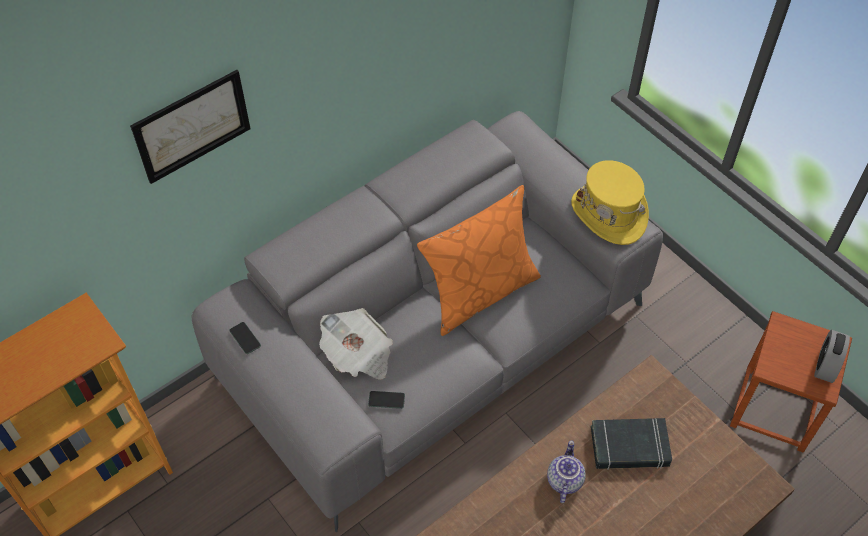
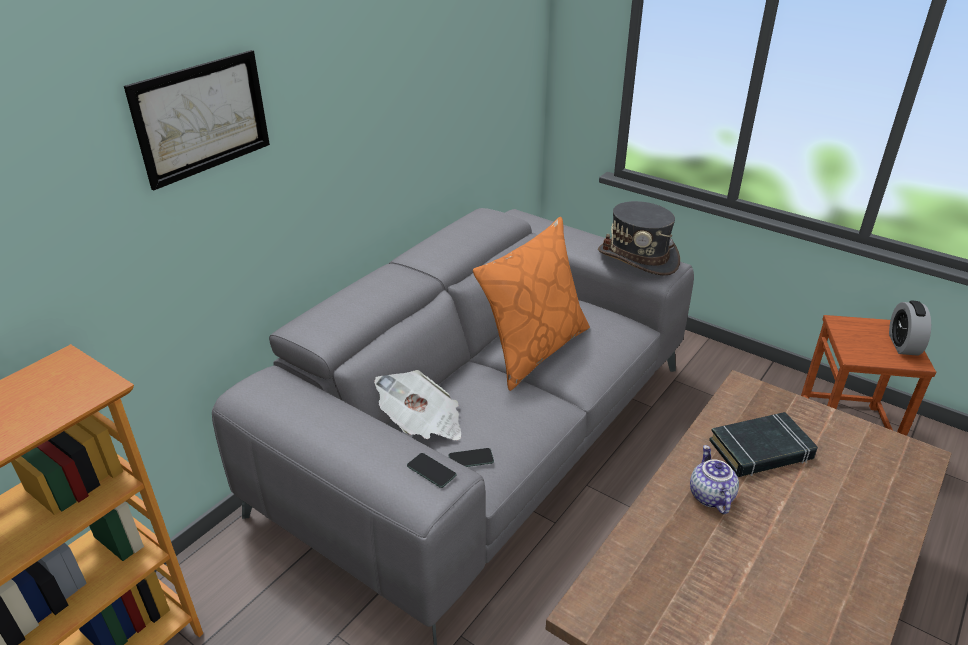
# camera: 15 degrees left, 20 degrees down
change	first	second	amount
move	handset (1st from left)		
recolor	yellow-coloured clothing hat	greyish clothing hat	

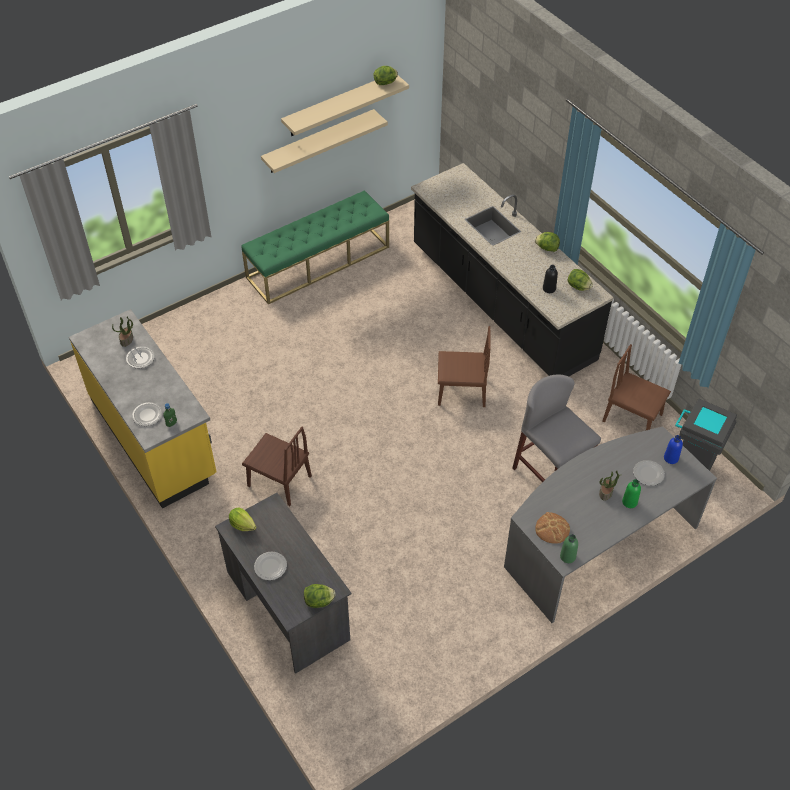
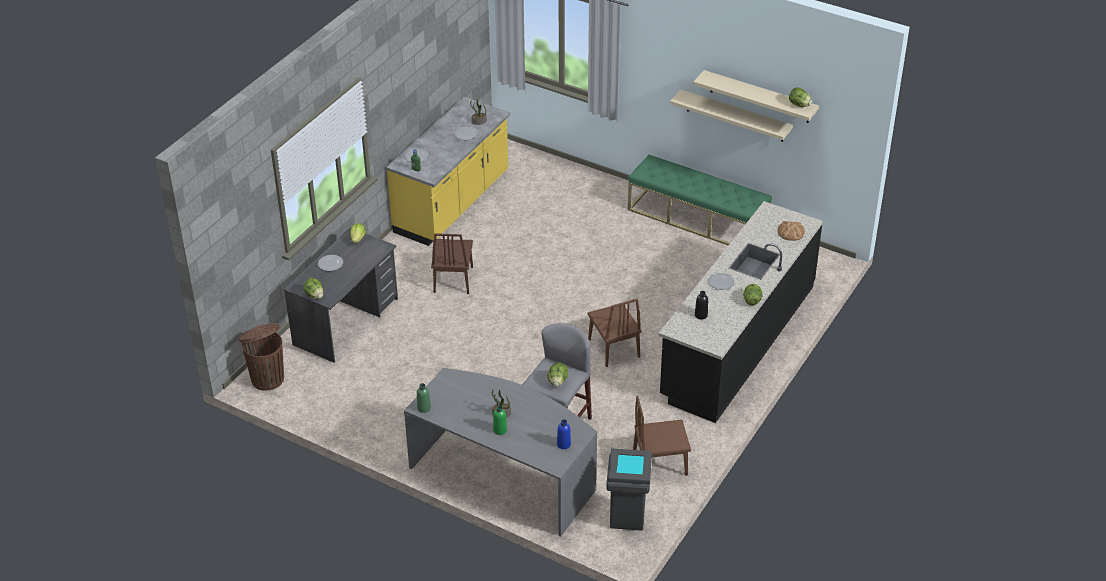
# camera: 65 degrees right, 10 degrees down
change	first	second	amount
insert		brownish waste bin	
move	lettuce head (5th from left in the first image)	lettuce head (3rd from left)	
rotate	brownish plain chair (3rd from left)		105 degrees counterclockwise
move	flat dish (4th from left)		
move	bread		

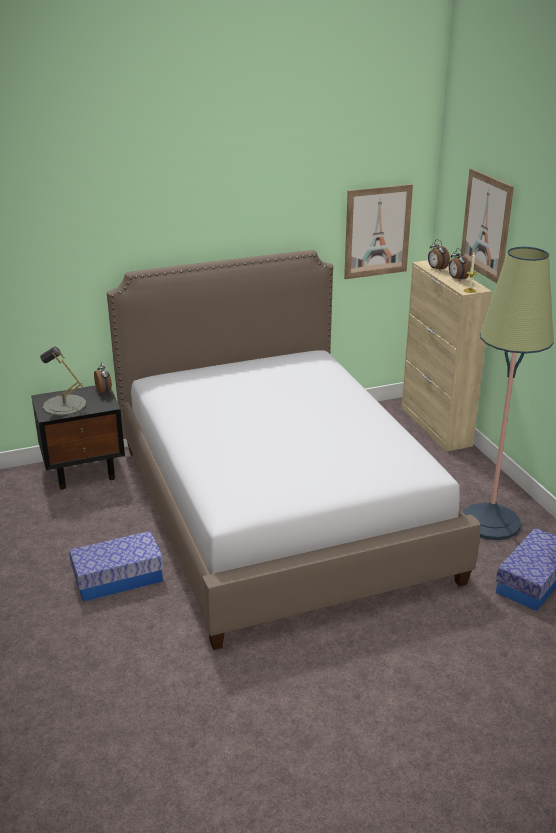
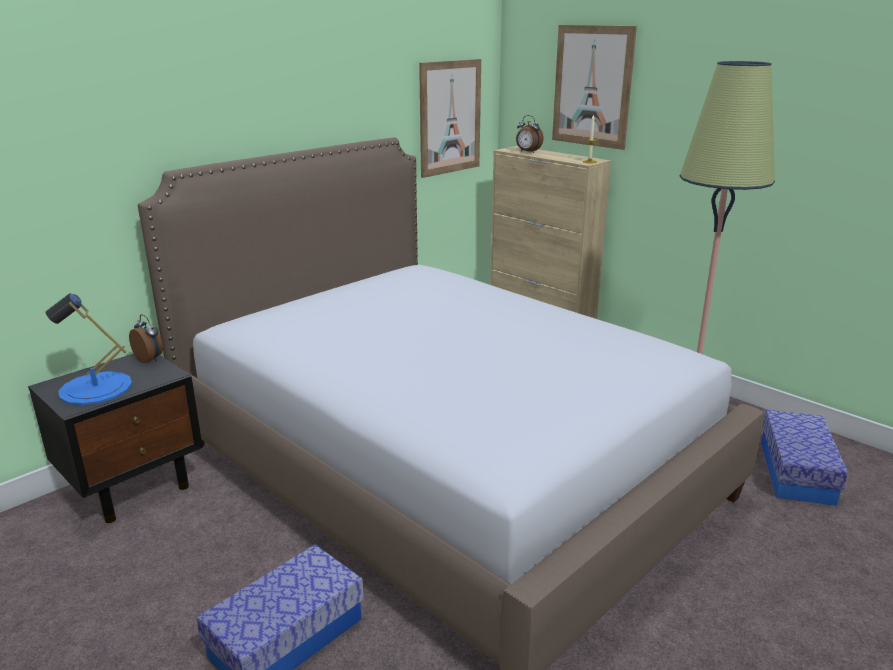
# camera: 25 degrees left, 5 degrees down
change	first	second	amount
recolor	greyish table lamp	blue table lamp	
delete	bedside clock (3rd from left)		

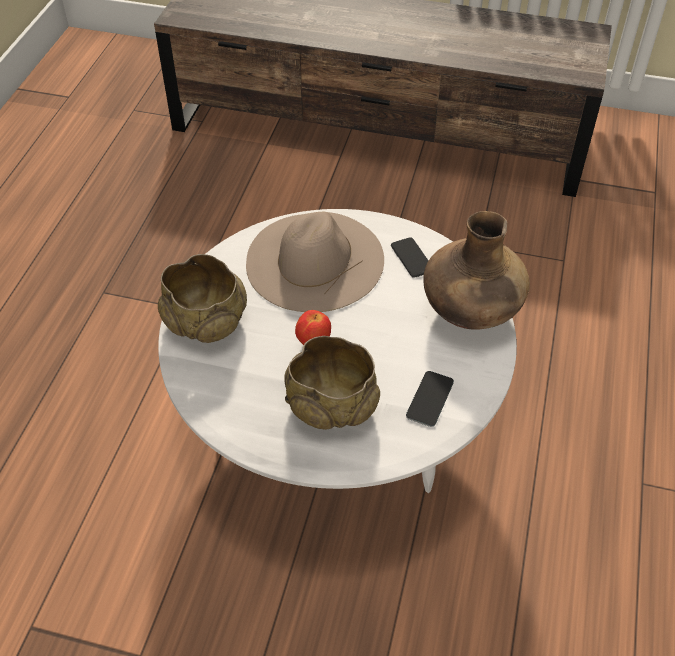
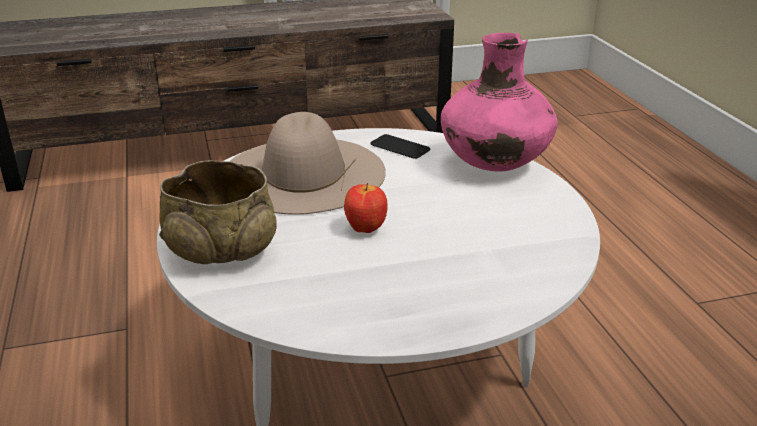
# camera: 30 degrees left, 20 degrees down
change	first	second	amount
recolor	brownish decorative vase	pink-coloured decorative vase	
delete	sand-coloured bowl (2nd from left)		
delete	handset (2nd from left)		

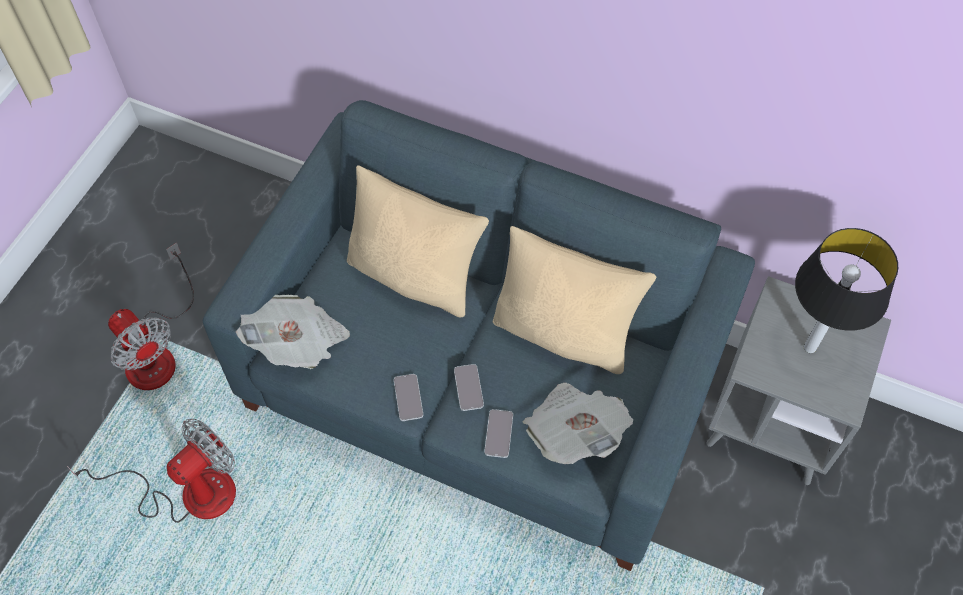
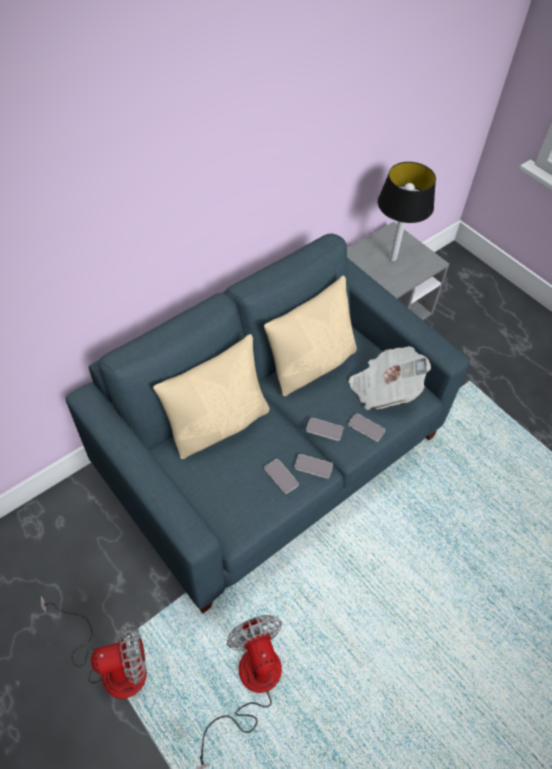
# camera: 65 degrees left, 5 degrees down
change	first	second	amount
insert		handset (1st from left)	
delete	newspaper (1st from left)		

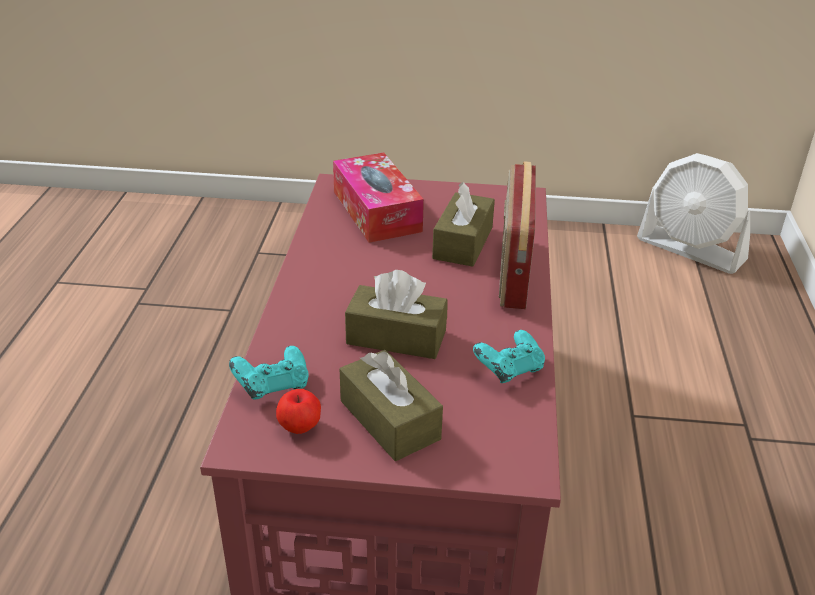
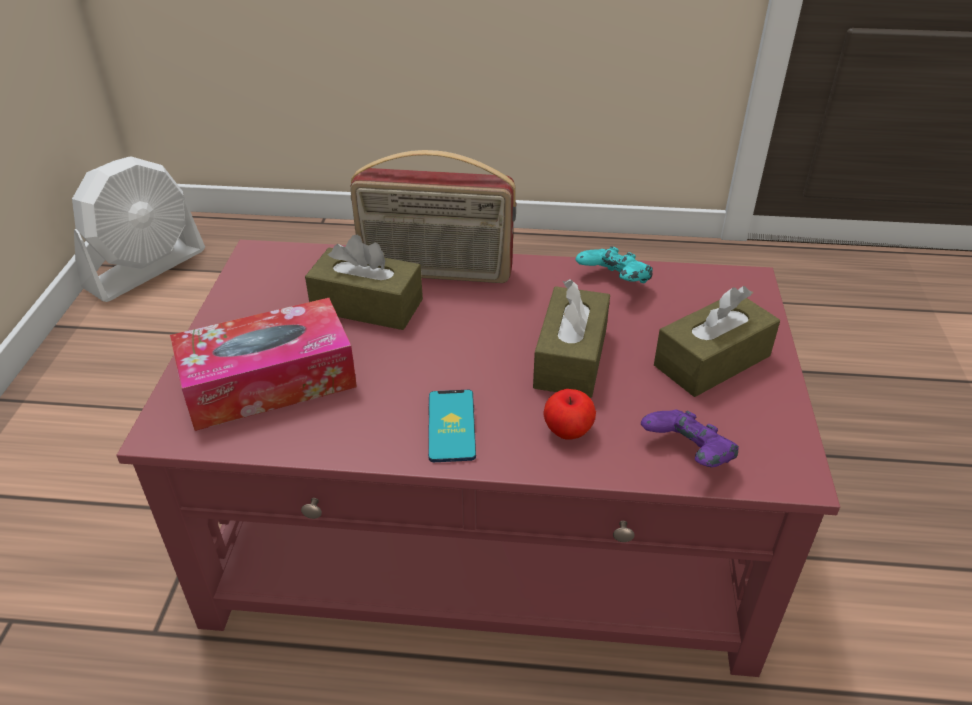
# camera: 90 degrees left, 5 degrees up
change	first	second	amount
insert		handset	
move	apple fruit		
recolor	blue-green game controller (1st from left)	purple-coloured game controller	

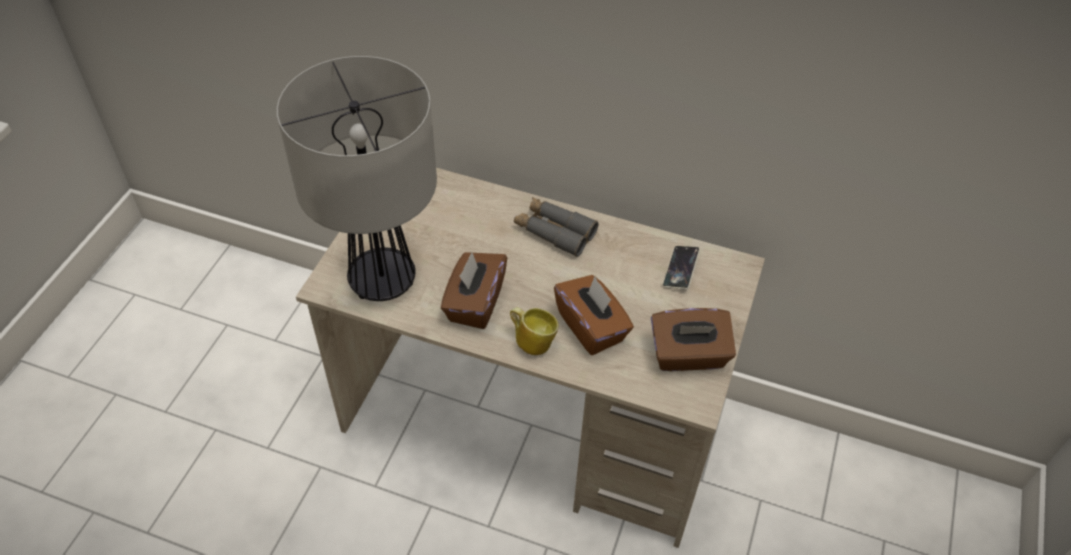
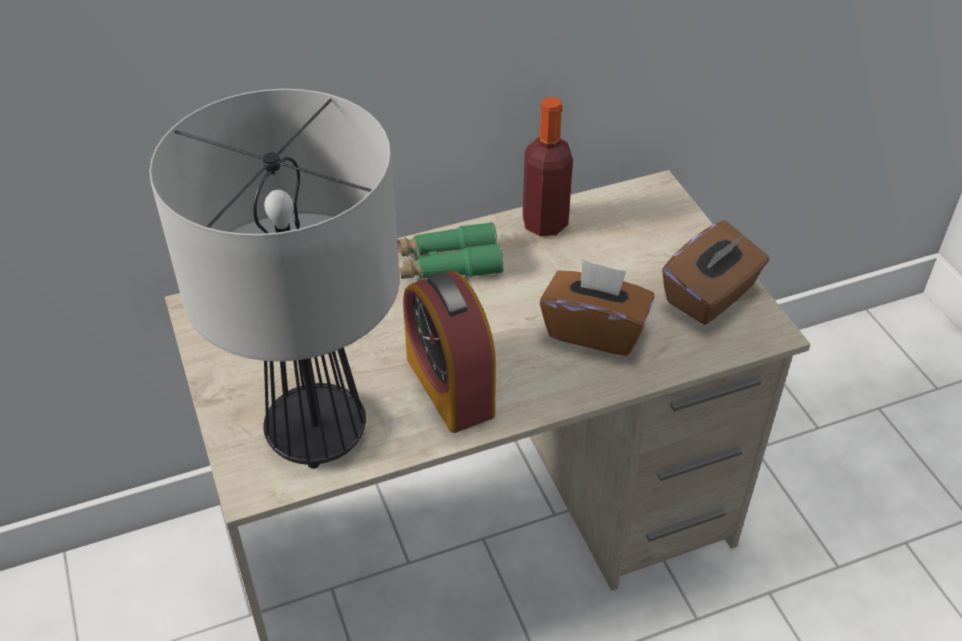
# camera: 40 degrees left, 5 degrees down
change	first	second	amount
recolor	greyish binoculars	green binoculars	
replace	brownish box of tissues (1st from left)	bedside clock	
insert		beverage bottle	
delete	tea mug		
delete	handset		

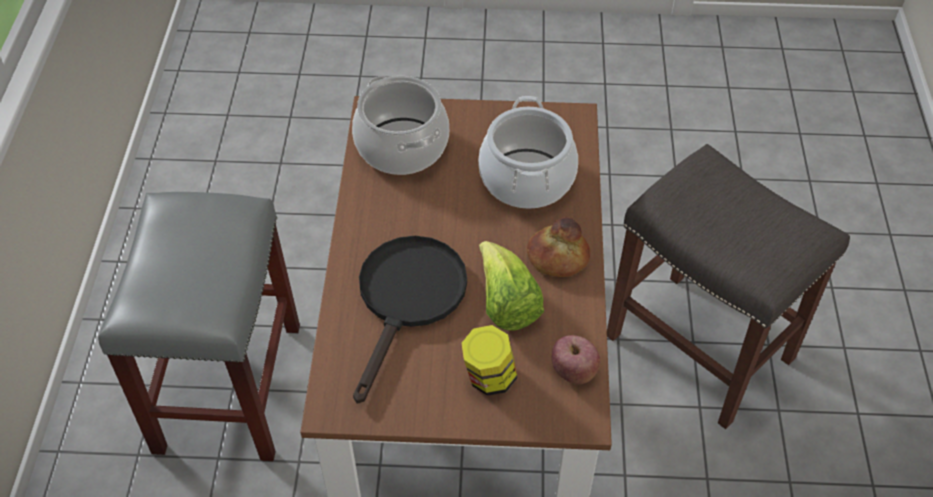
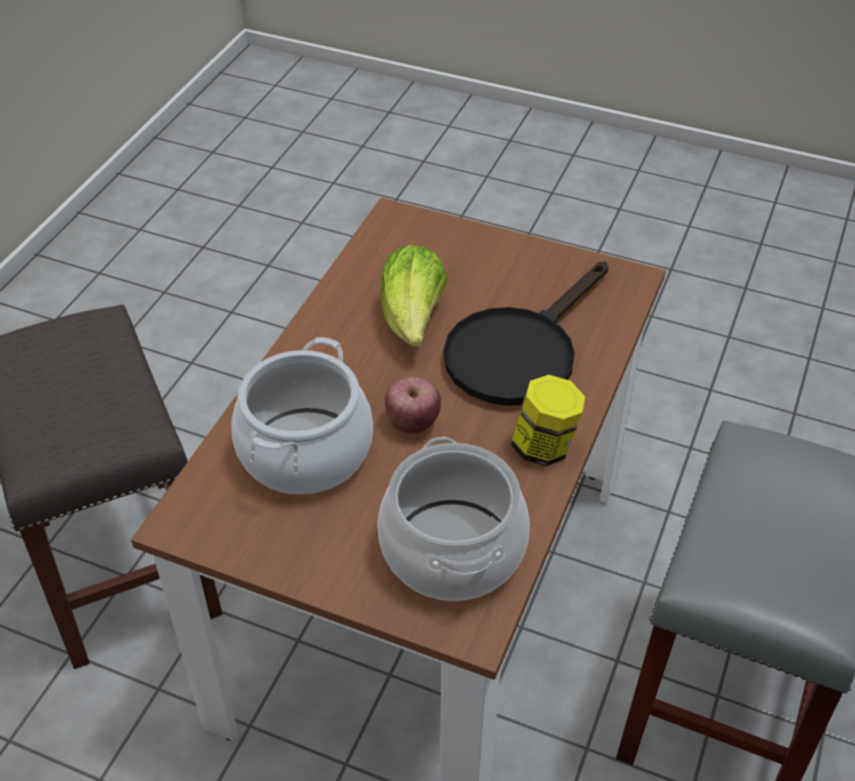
# camera: 160 degrees left, 5 degrees down
change	first	second	amount
move	apple fruit		
move	storage jar		
delete	bread		

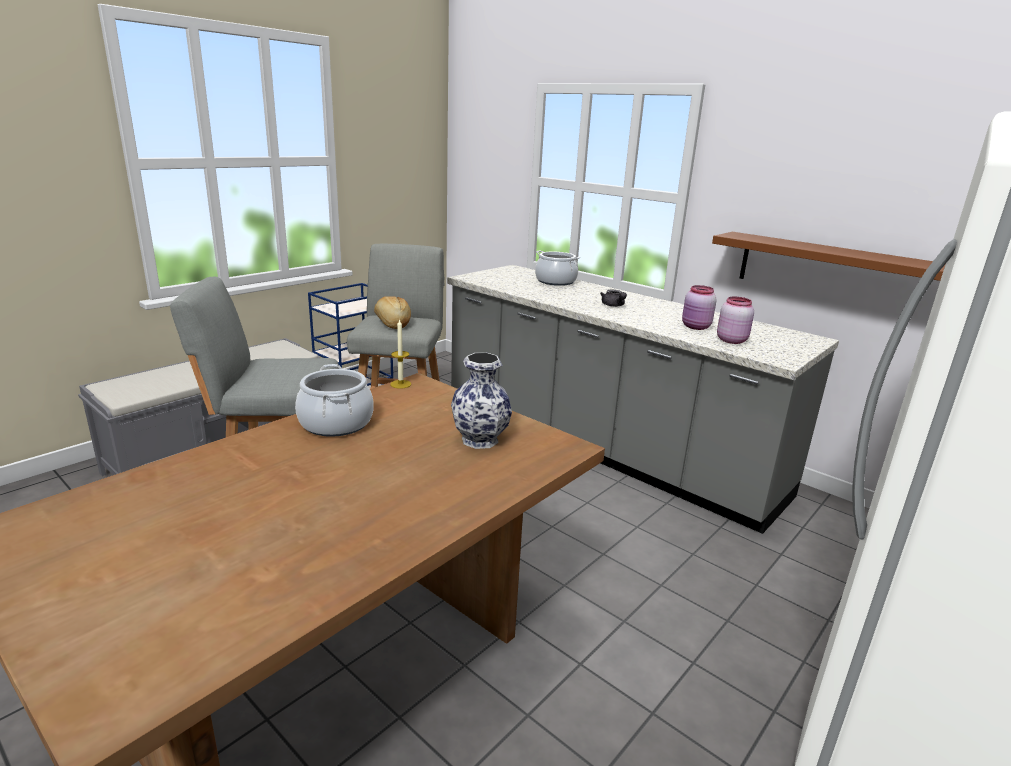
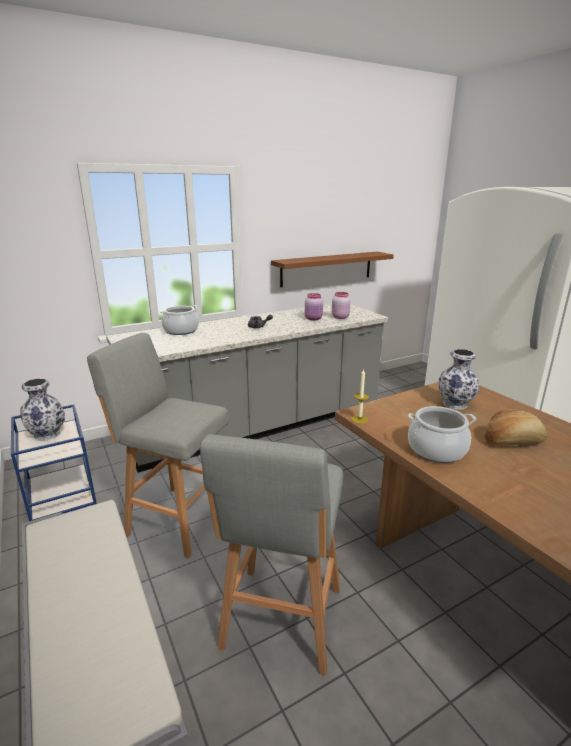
# camera: 70 degrees left, 0 degrees up
change	first	second	amount
insert		decorative vase (1st from left)	
move	bread		

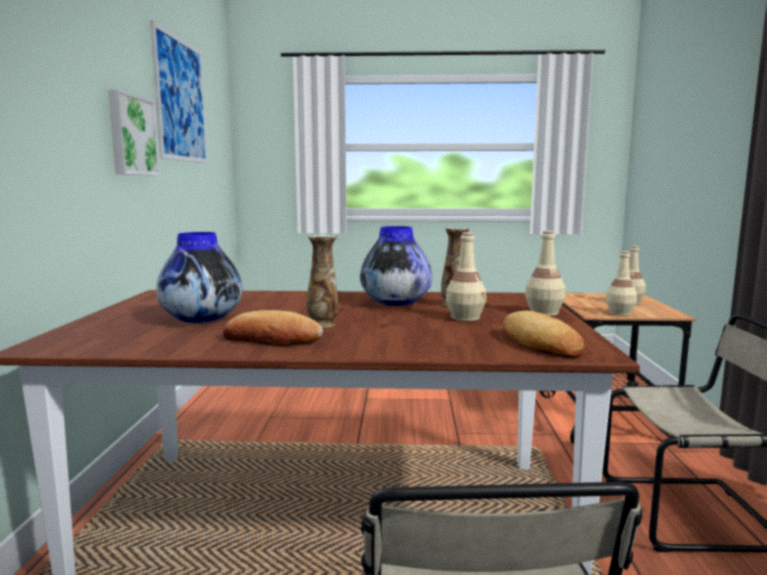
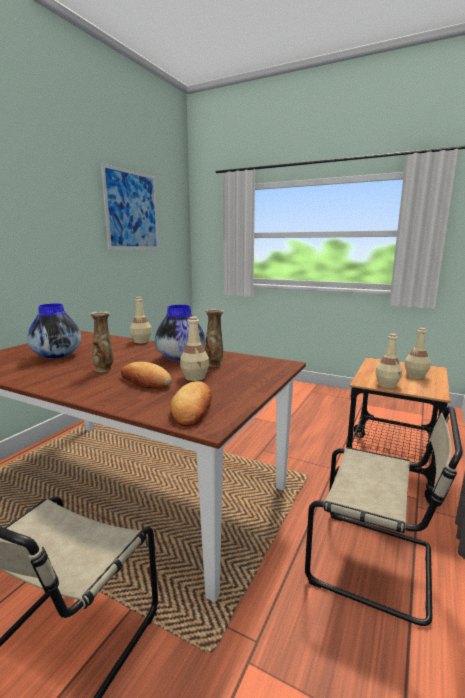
# camera: 25 degrees right, 5 degrees up
change	first	second	amount
move	bread (1st from left)		
move	sand-coloured beverage bottle (2nd from left in the first image)	sand-coloured beverage bottle (1st from left)	
delete	wall picture (1st from left)		

